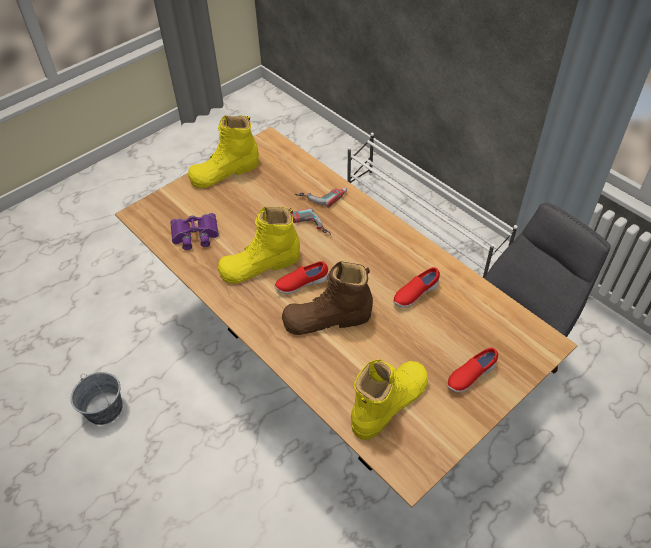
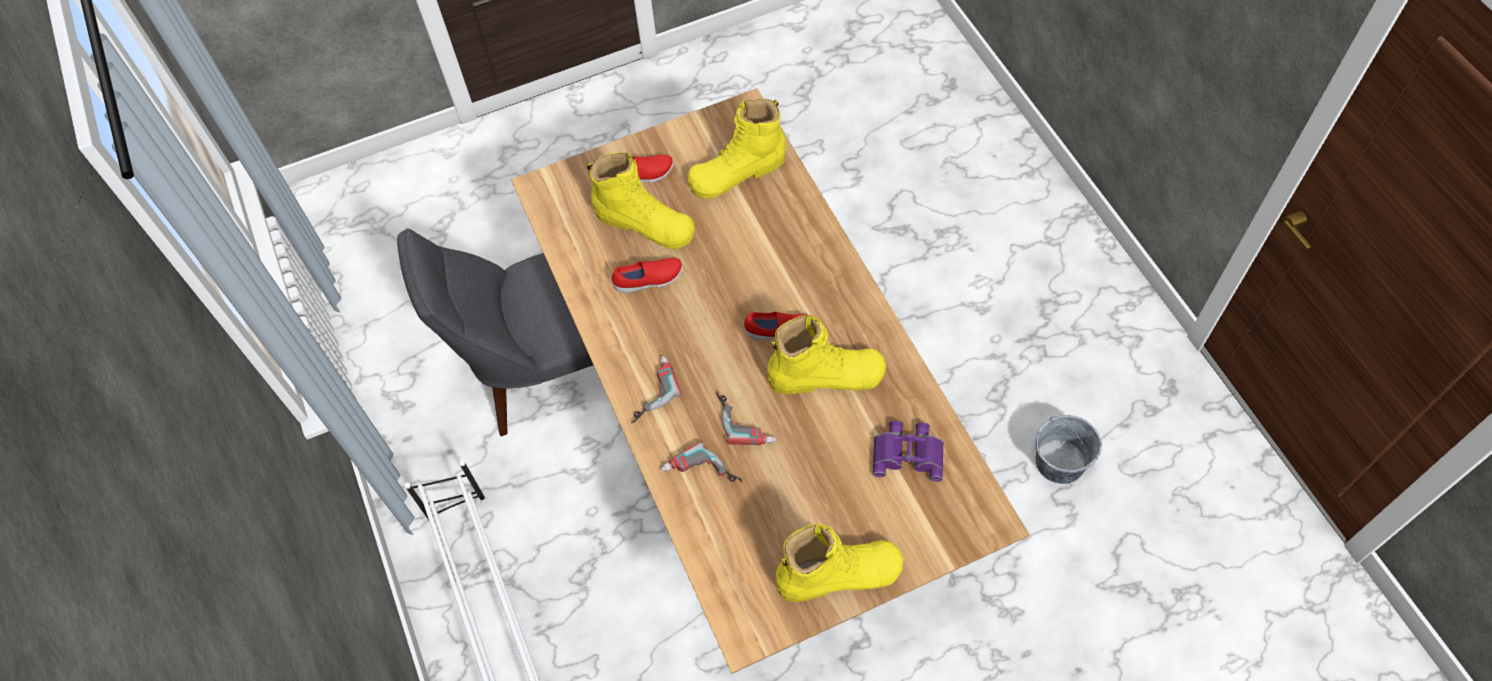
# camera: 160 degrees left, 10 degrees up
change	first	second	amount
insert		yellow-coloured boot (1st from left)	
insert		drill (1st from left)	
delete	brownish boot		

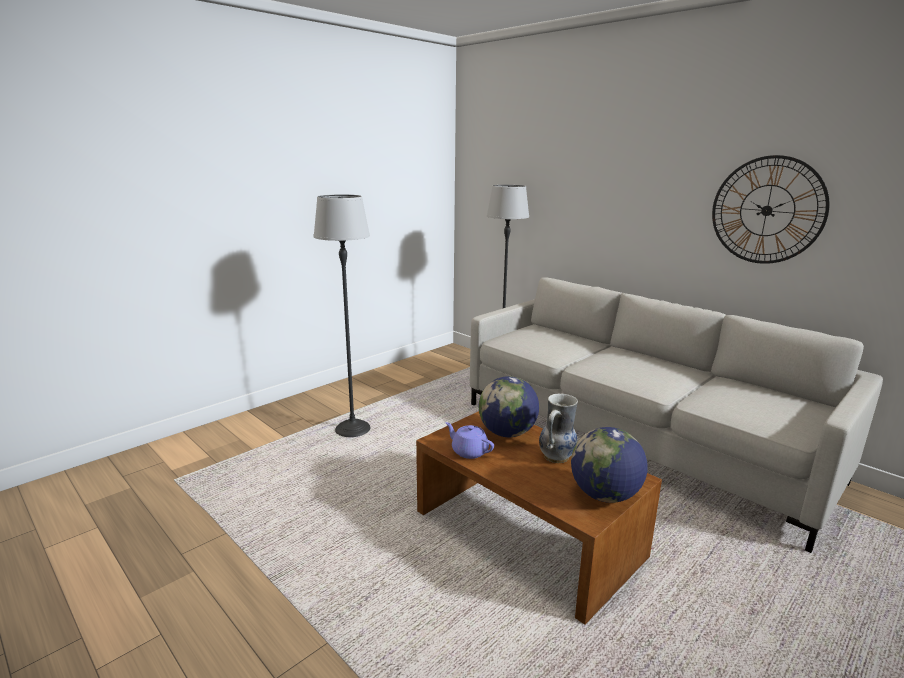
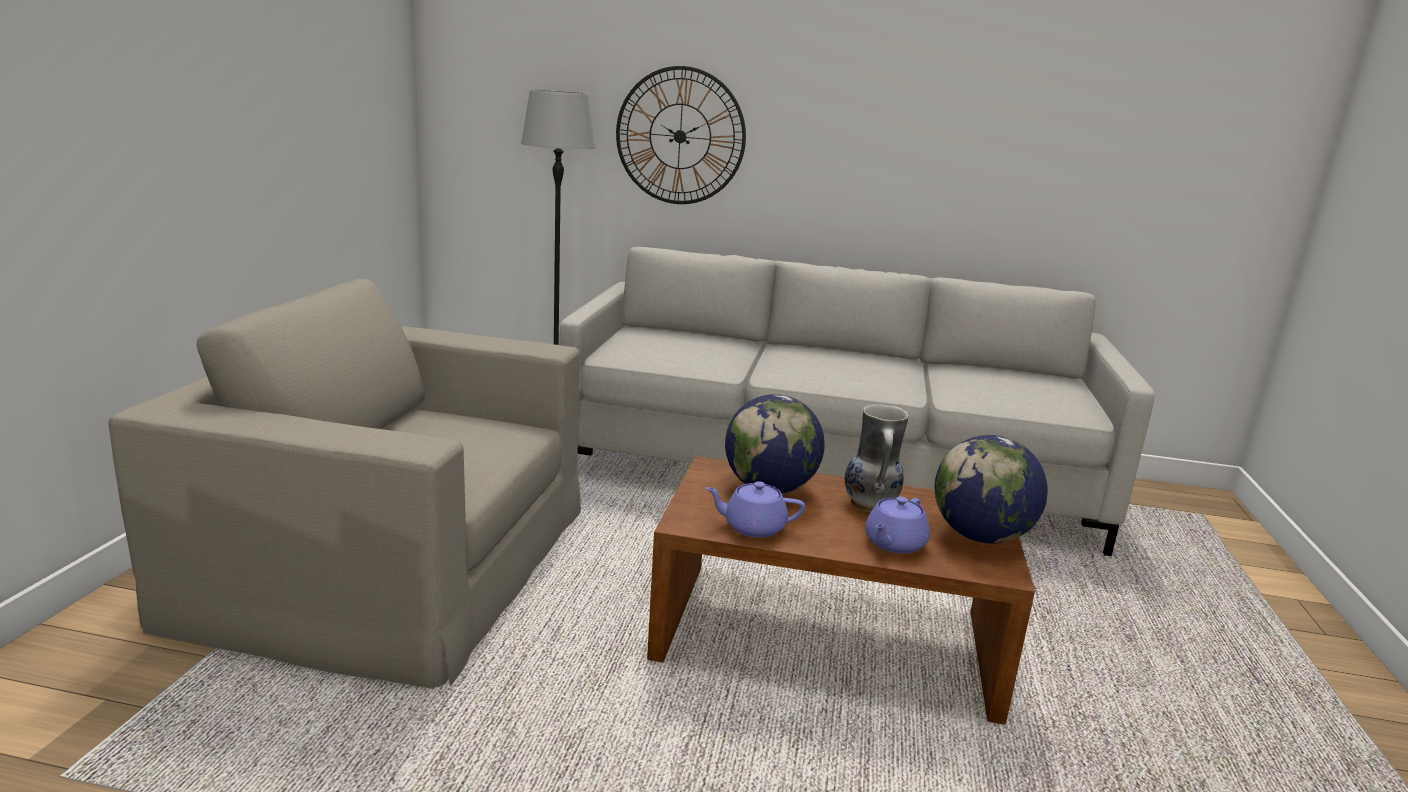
# camera: 35 degrees left, 0 degrees up
change	first	second	amount
replace	standing lamp (1st from left)	sand-coloured lounge chair	
move	clock on the wall		
insert		purple-coloured teapot (2nd from left)	

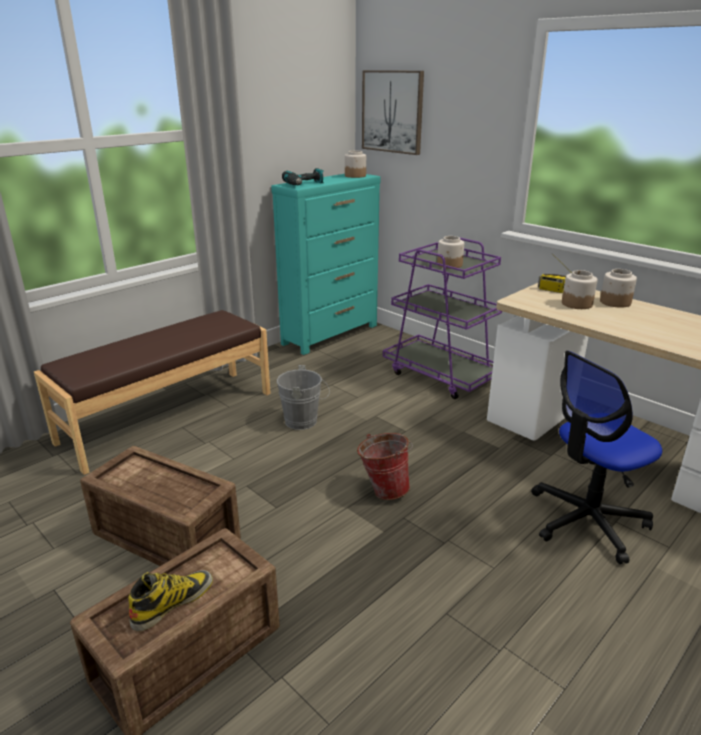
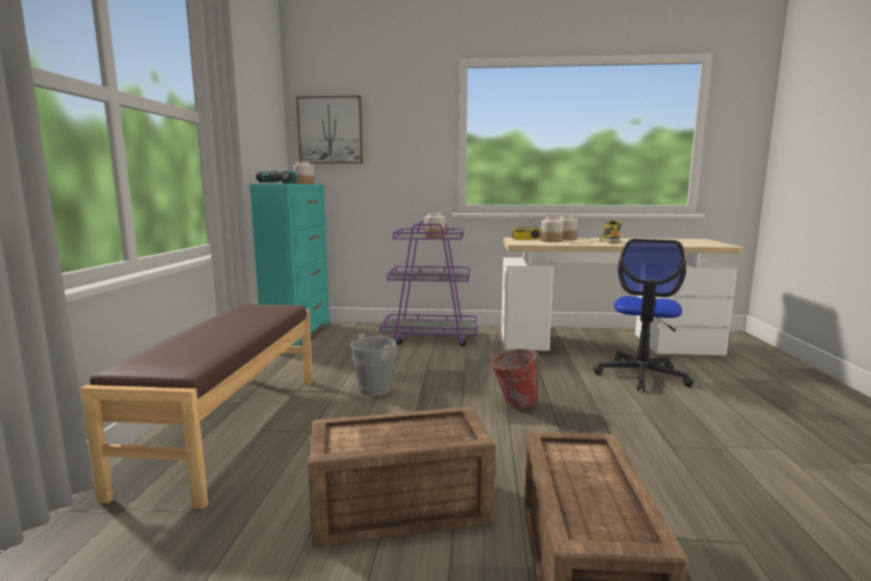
# camera: 40 degrees left, 15 degrees down
change	first	second	amount
move	boot		

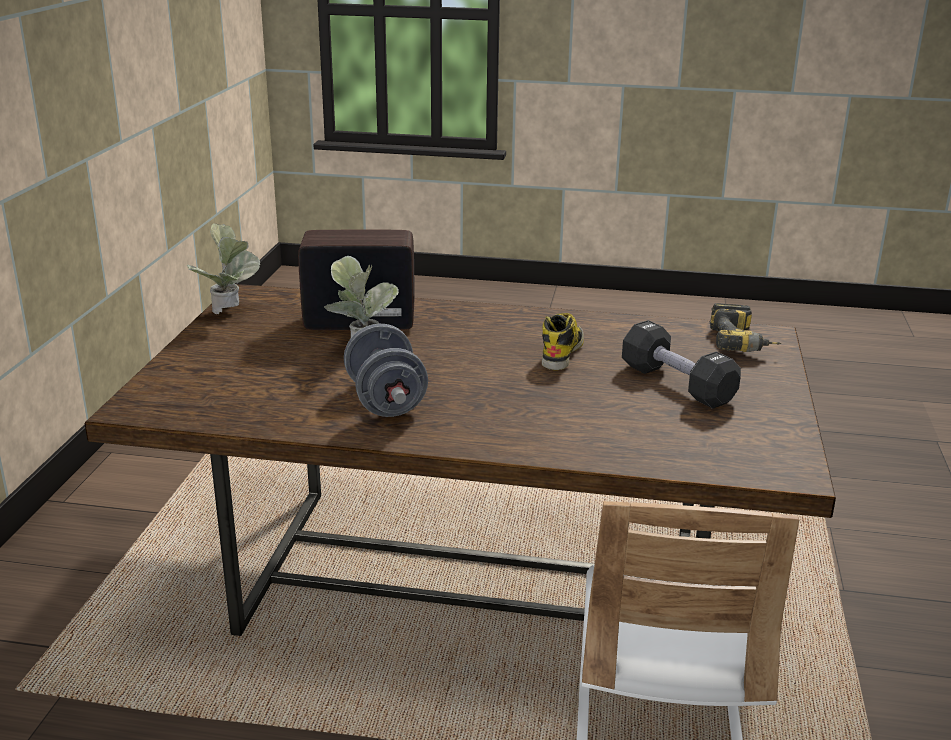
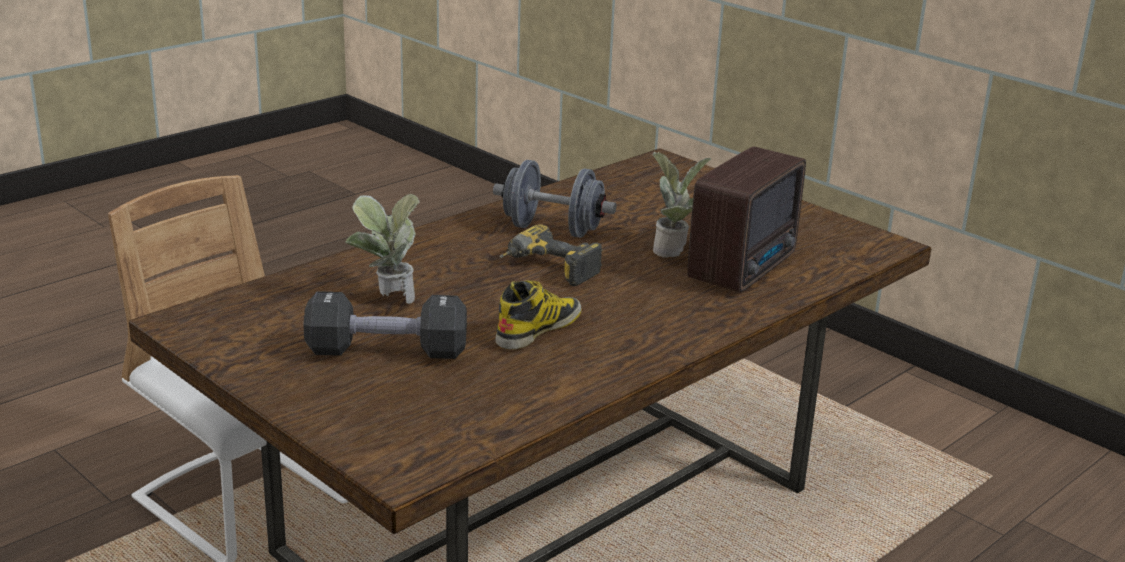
# camera: 125 degrees right, 0 degrees up
change	first	second	amount
move	houseplant (1st from left)		
rotate	boot		105 degrees counterclockwise
move	drill		

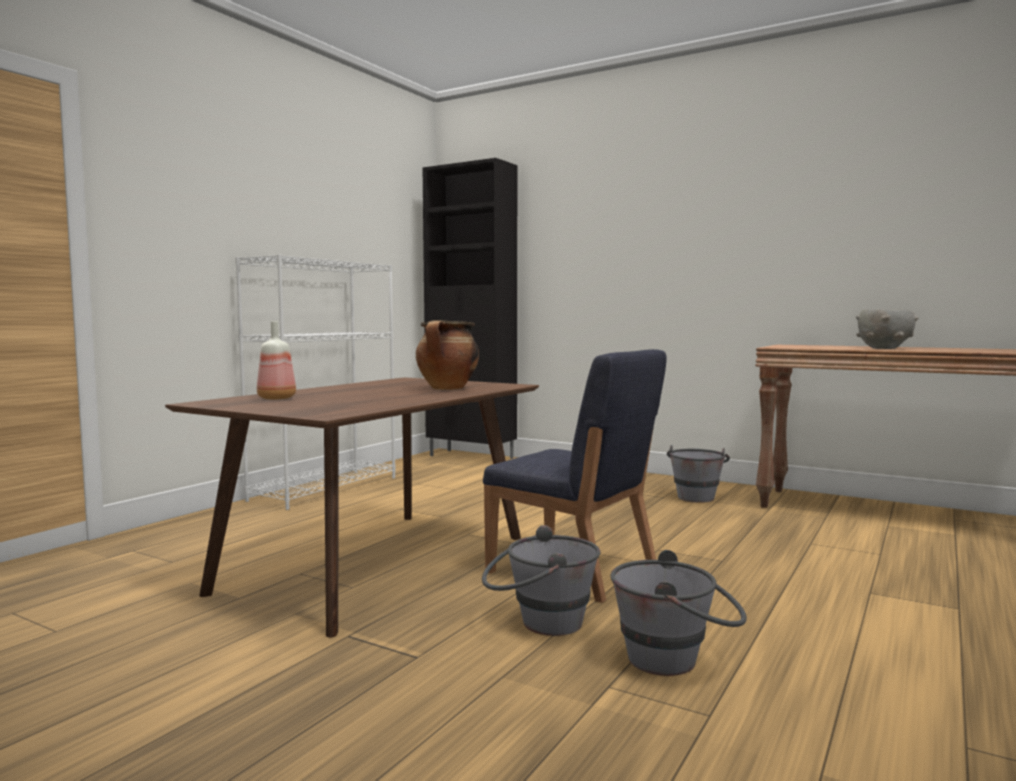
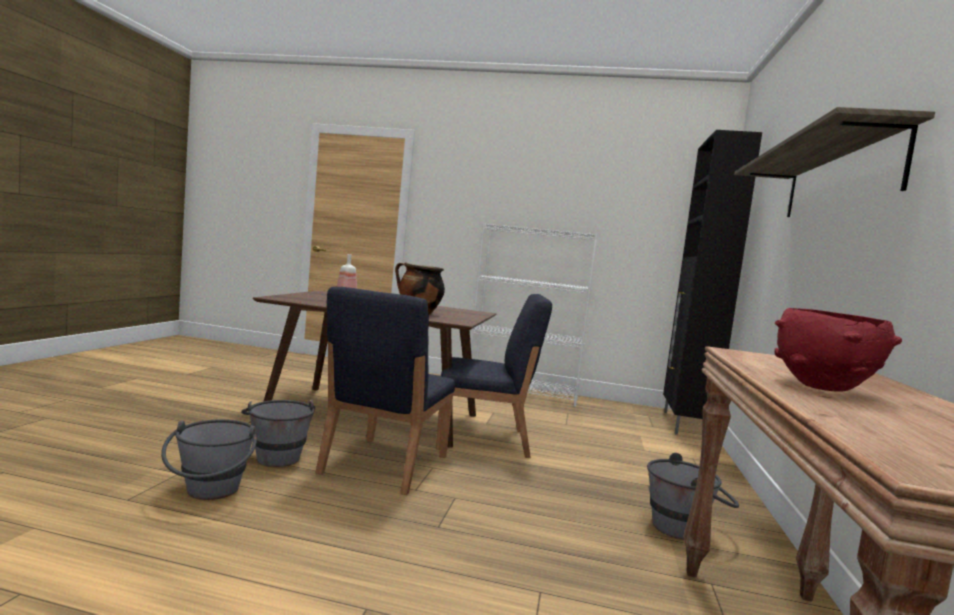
# camera: 70 degrees right, 0 degrees up
change	first	second	amount
insert		blue plain chair (2nd from left)	
insert		wall shelf	
recolor	greyish bowl	red-coloured bowl	

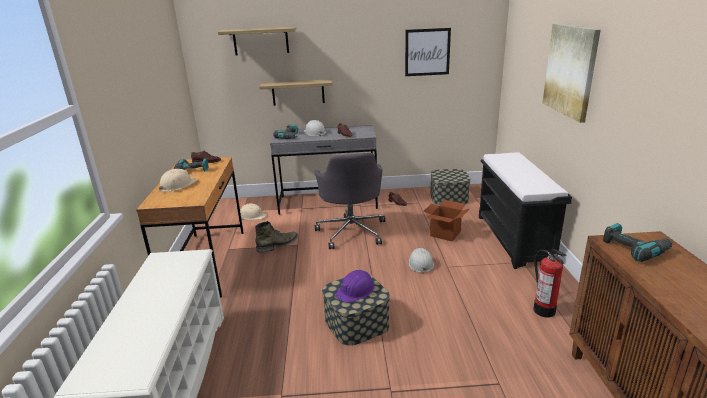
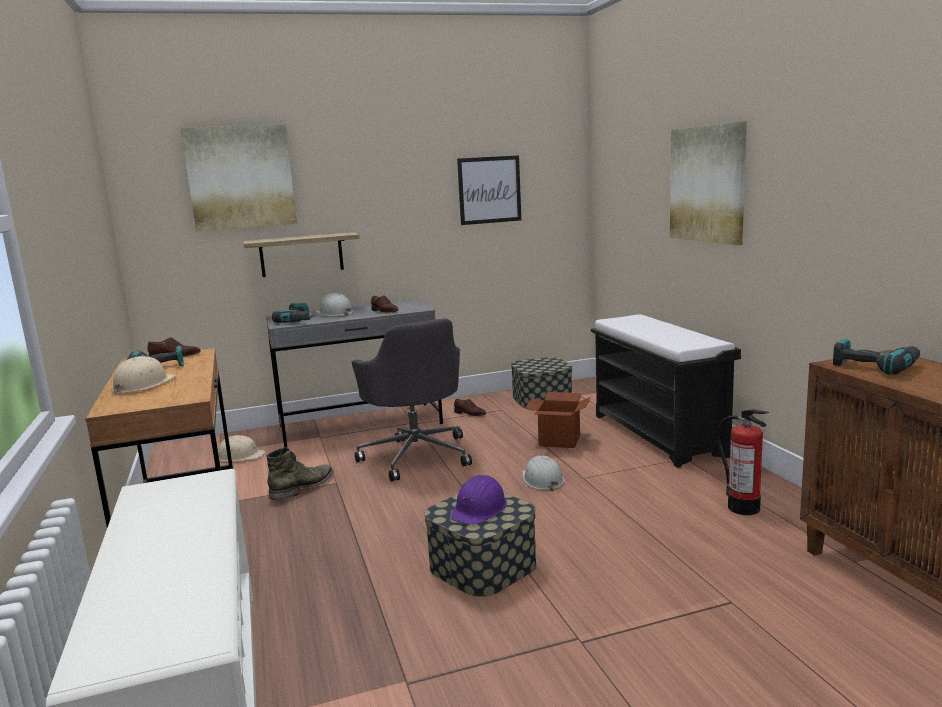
# camera: 15 degrees left, 10 degrees down
change	first	second	amount
replace	wall shelf (1st from left)	wall picture (1st from left)	

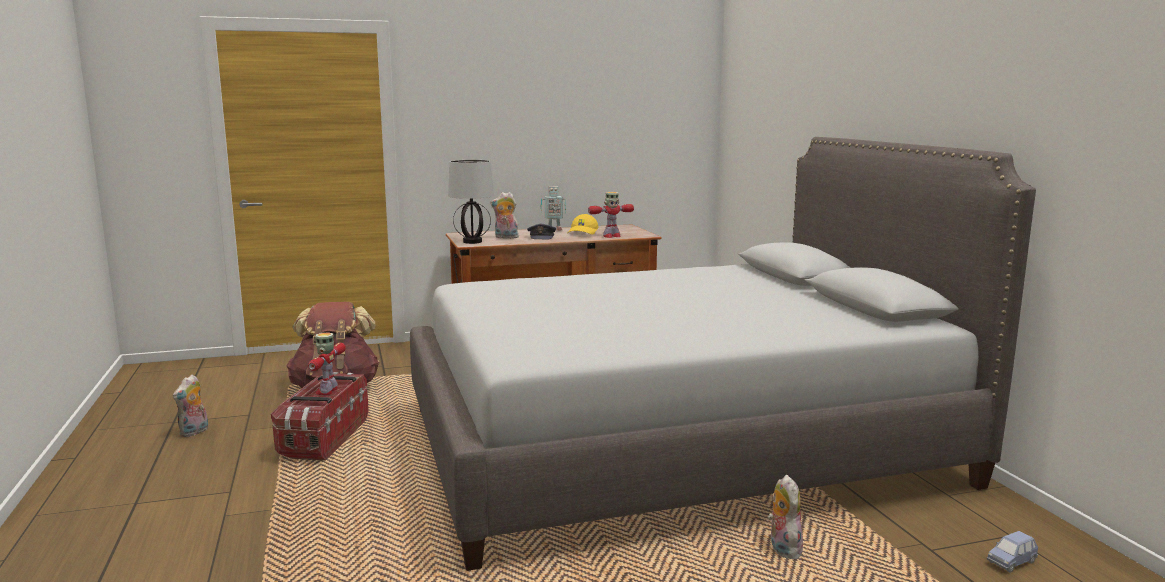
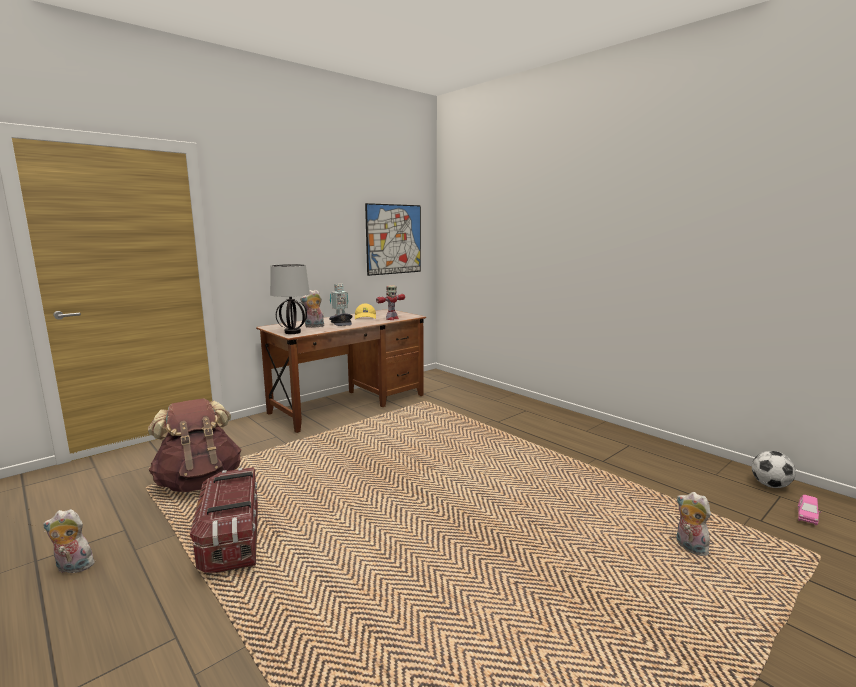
# camera: 25 degrees left, 0 degrees up
change	first	second	amount
rotate	soft toy (1st from left)		90 degrees clockwise
insert		wall picture	
insert		football ball	
recolor	blue model car	pink-coloured model car	
delete	model robot (1st from left)		
delete	greyish sleeping bed		

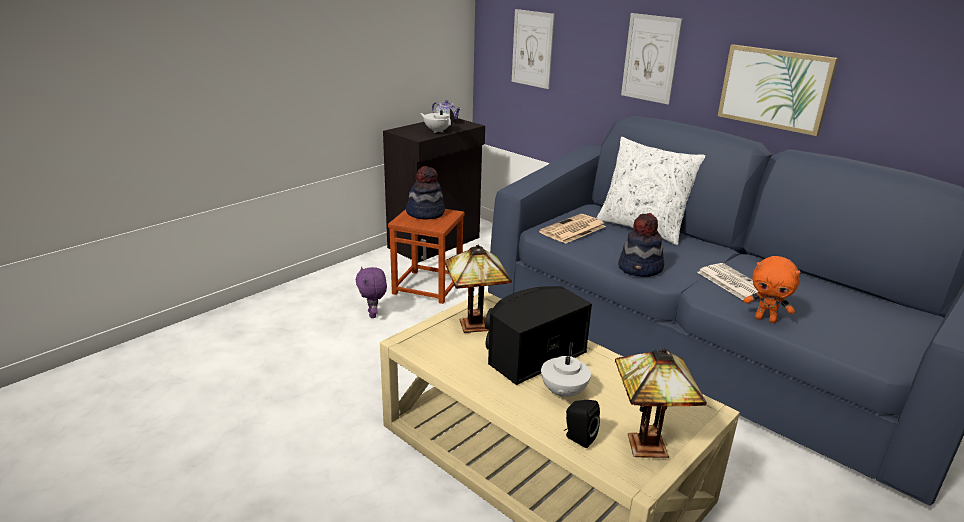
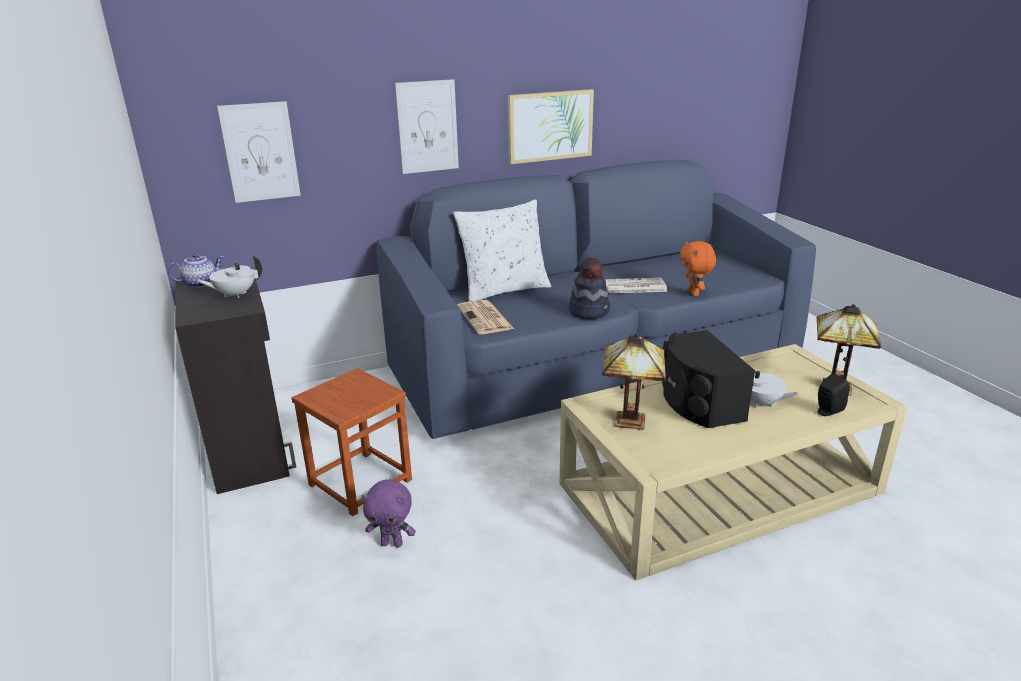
# camera: 65 degrees left, 0 degrees up
change	first	second	amount
rotate	orangey soft toy		120 degrees clockwise
delete	clothing hat (1st from left)		

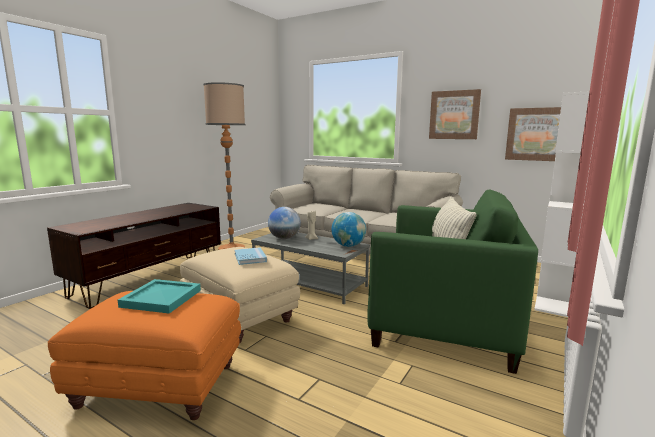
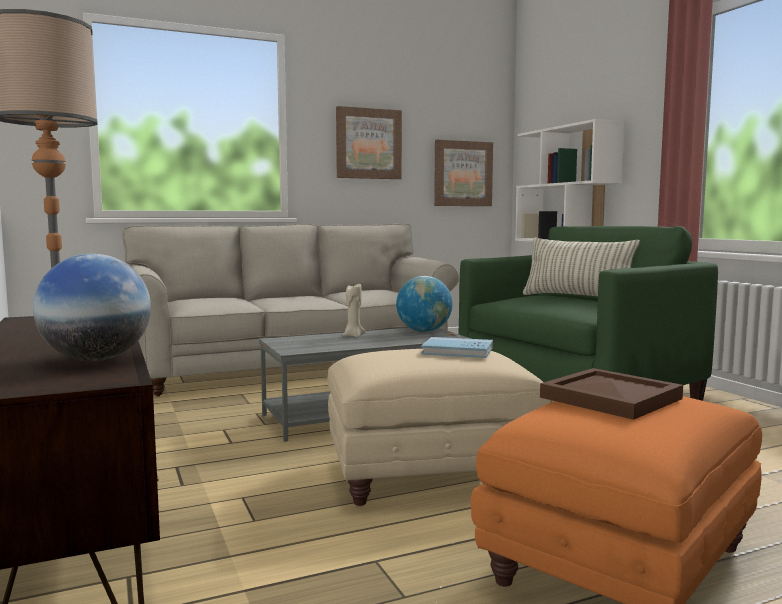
# camera: 55 degrees left, 5 degrees down
change	first	second	amount
move	globe (1st from left)		
recolor	blue-green tray	brownish tray	

